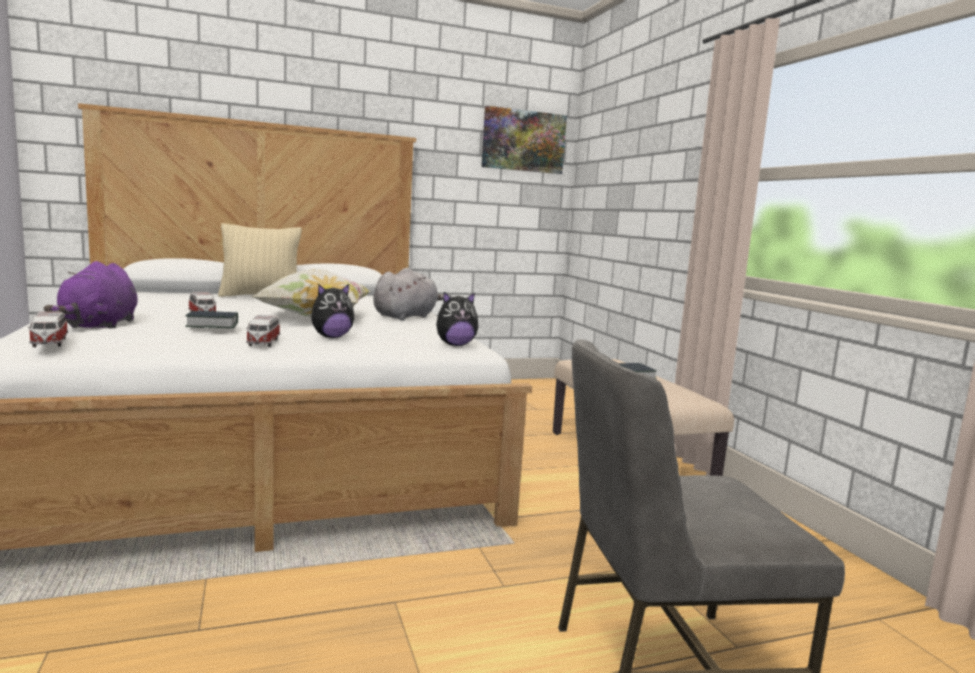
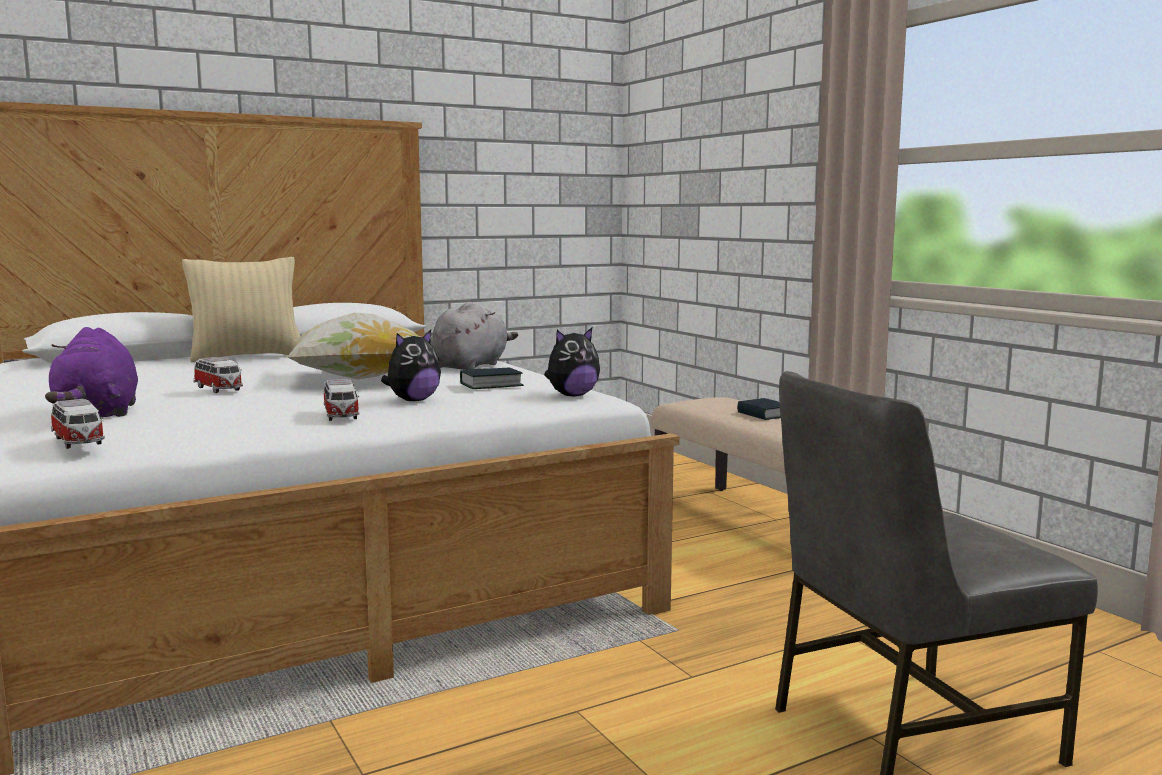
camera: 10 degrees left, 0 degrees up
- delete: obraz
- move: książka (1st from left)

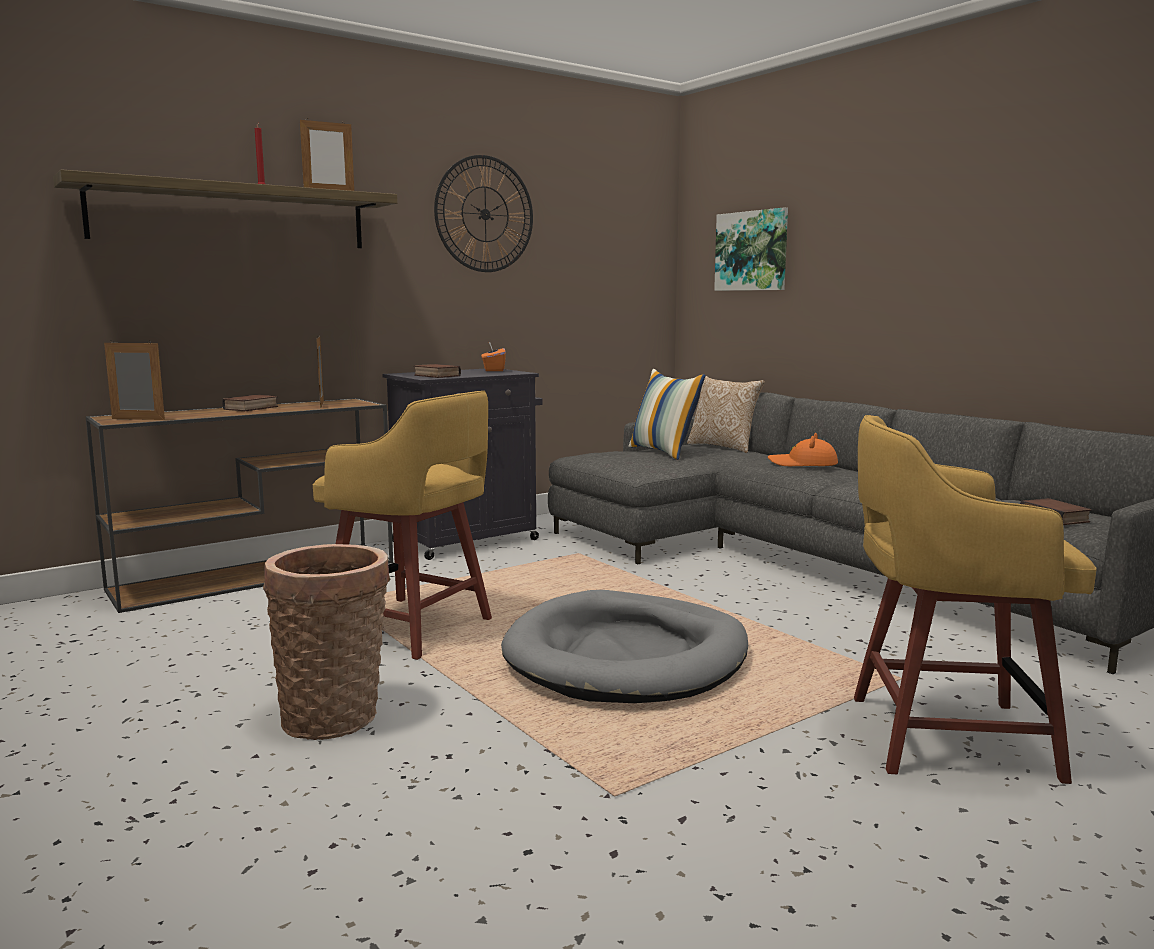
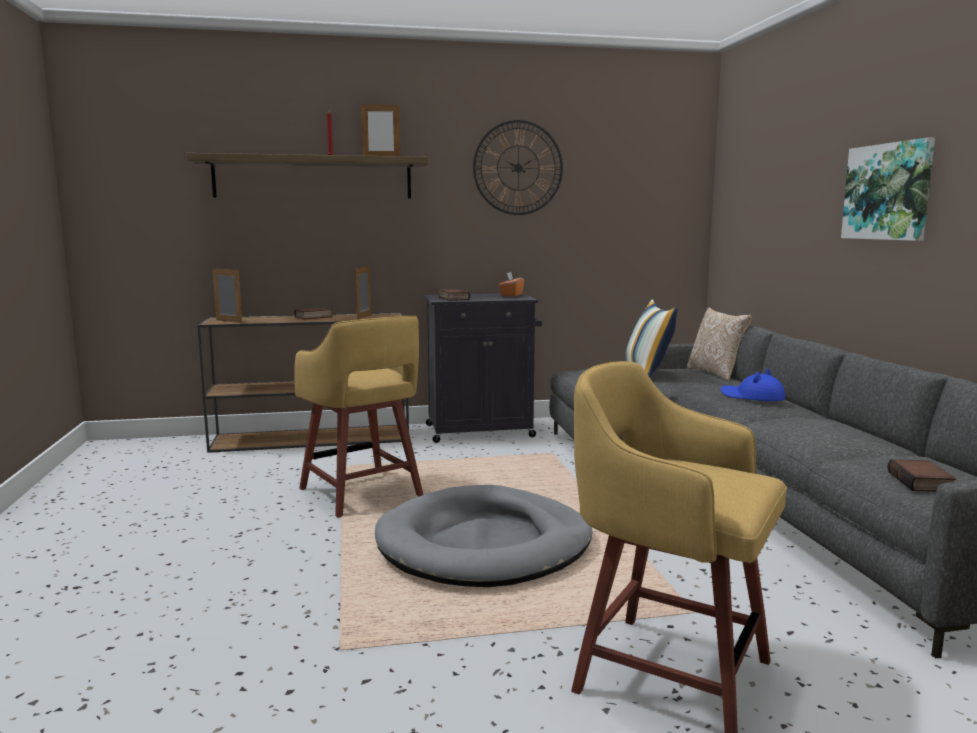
camera: 25 degrees right, 0 degrees up
- move: obraz
- recolor: kapelusz (pomarańczowy) to kapelusz (niebieski)
- delete: koszyk

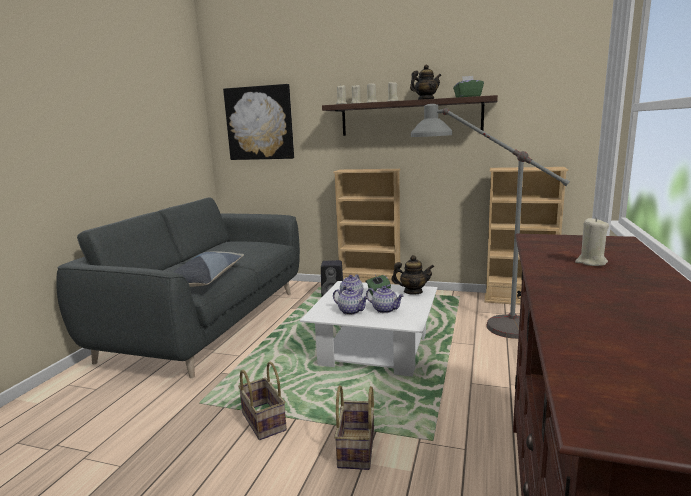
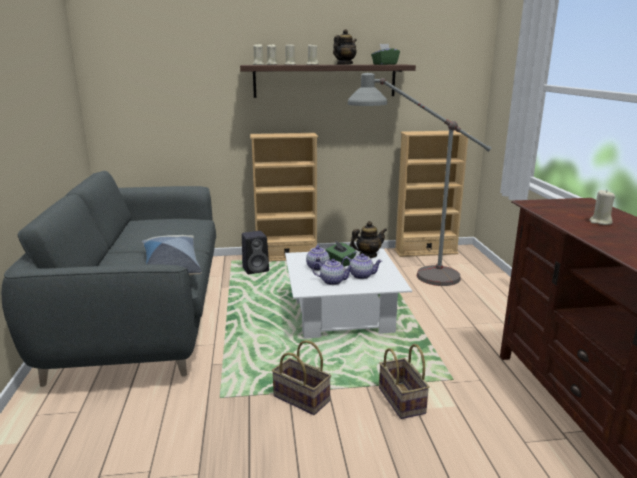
camera: 25 degrees left, 5 degrees up
- delete: obraz

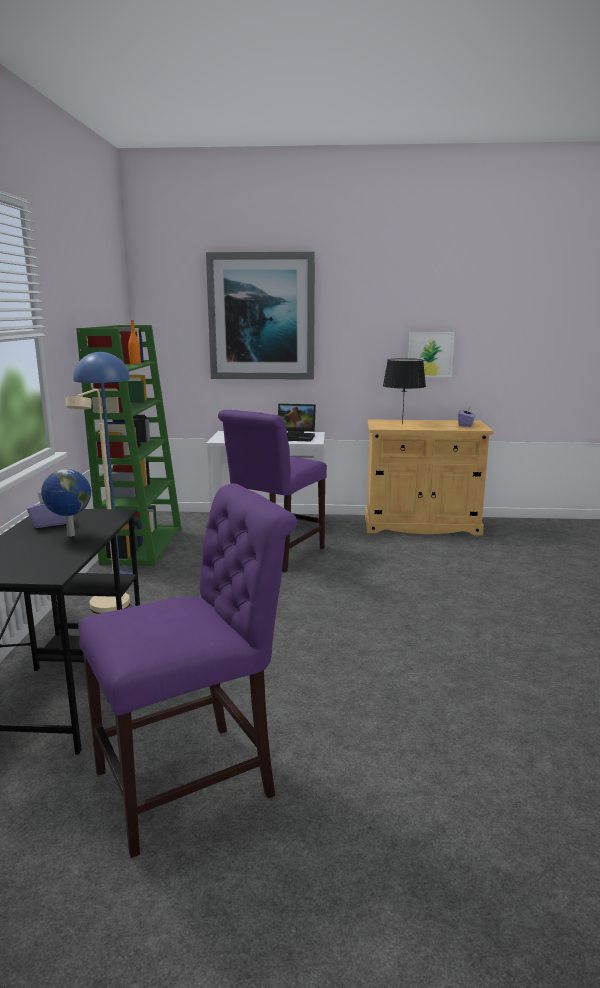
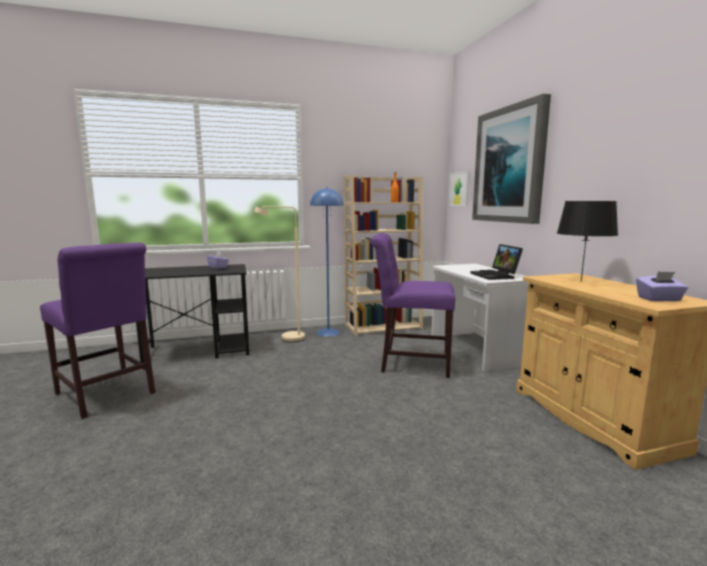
camera: 70 degrees right, 5 degrees down
- recolor: regał (zielony) to regał (beżowy)
- move: obraz (2nd from left in the first image) to obraz (1st from left)
- delete: globus

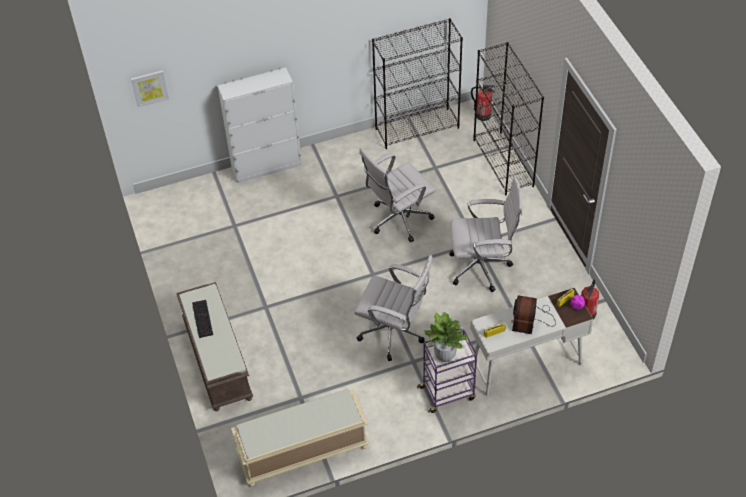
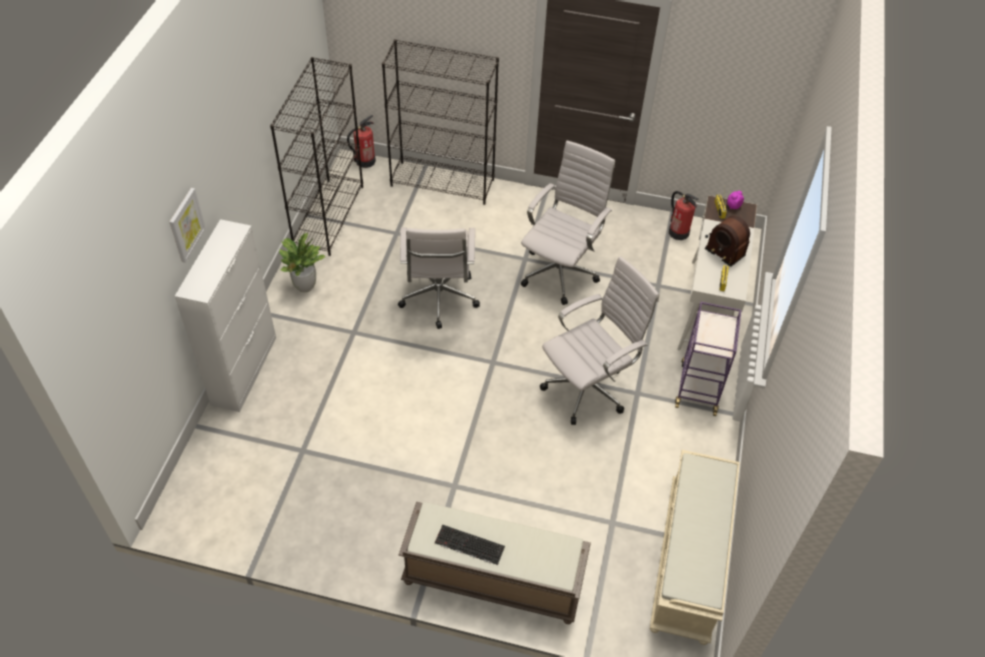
camera: 60 degrees left, 0 degrees up
- move: obraz
- move: roślina doniczkowa

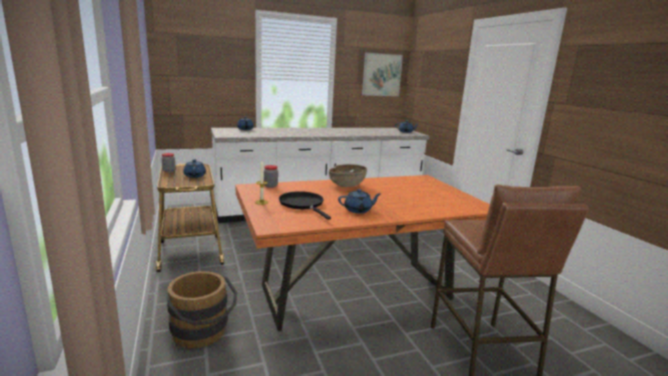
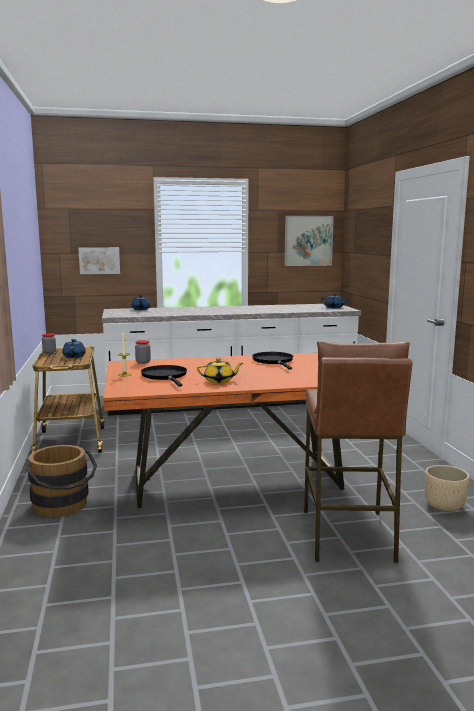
camera: 10 degrees right, 5 degrees down
- delete: miska (brązowy)
- recolor: imbryk (niebieski) (3rd from left) to imbryk (żółty)
- insert: obraz (1st from left)
- insert: patelnia (czarny) (2nd from left)
- insert: donica (beżowy)

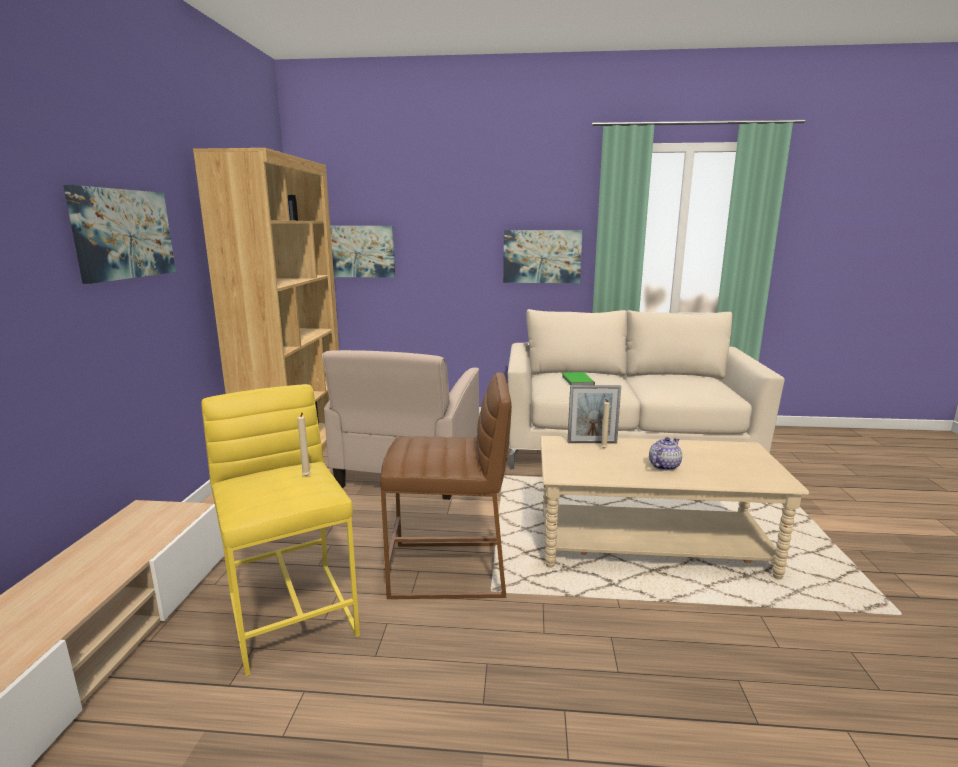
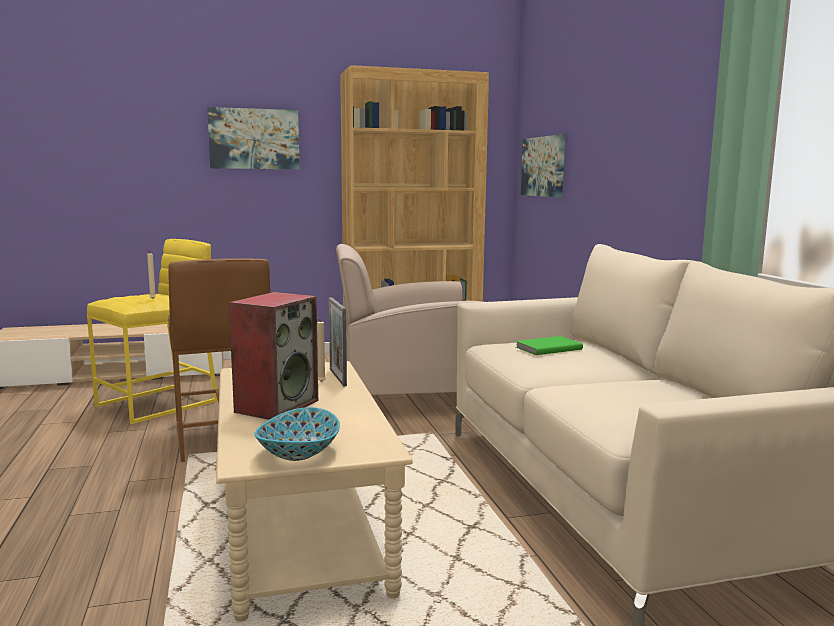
camera: 70 degrees right, 5 degrees down
- delete: obraz (3rd from left)
- replace: imbryk to głośnik
- insert: miska

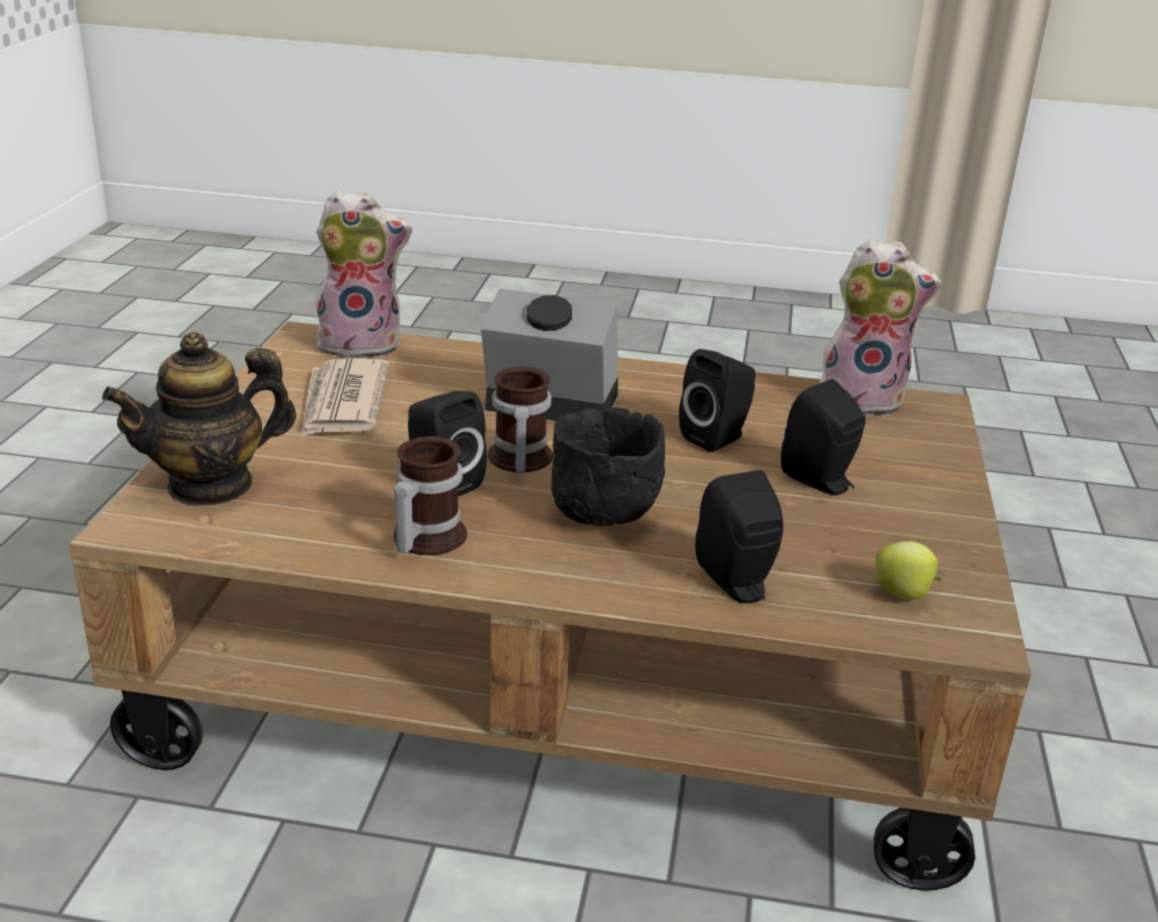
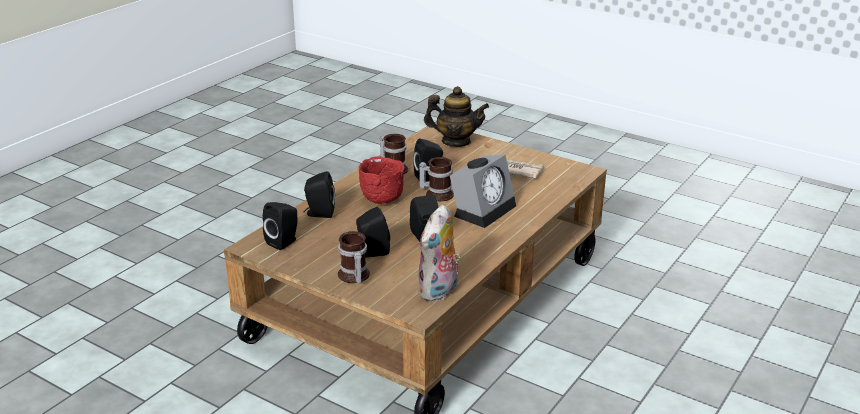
camera: 115 degrees right, 0 degrees up
- delete: pluszak (1st from left)
- rotate: imbryk 105 degrees clockwise
- recolor: miska (czarny) to miska (czerwony)
- replace: jabłko to głośnik (czarny) (1st from left)
- insert: kubek (1st from left)

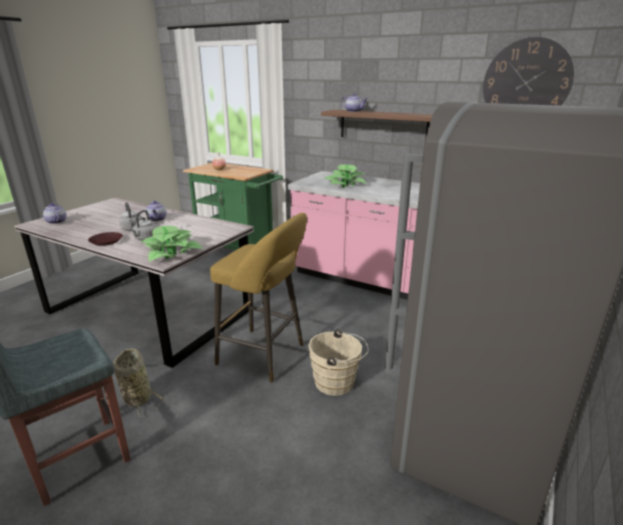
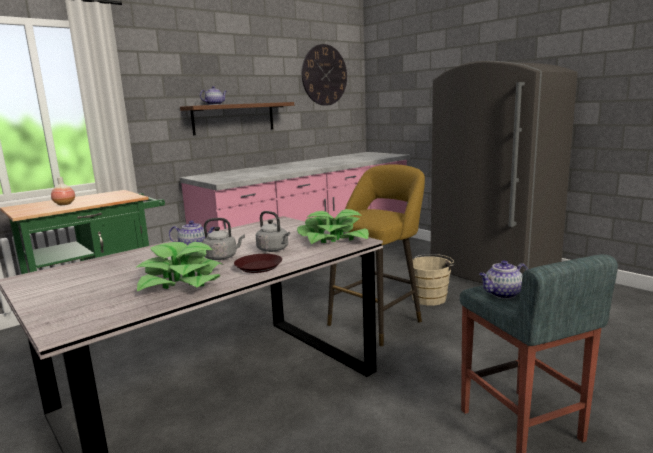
camera: 70 degrees left, 10 degrees down
- move: roślina doniczkowa (2nd from left in the first image) to roślina doniczkowa (1st from left)
- move: imbryk (1st from left in the first image) to imbryk (3rd from left)
- delete: koszyk

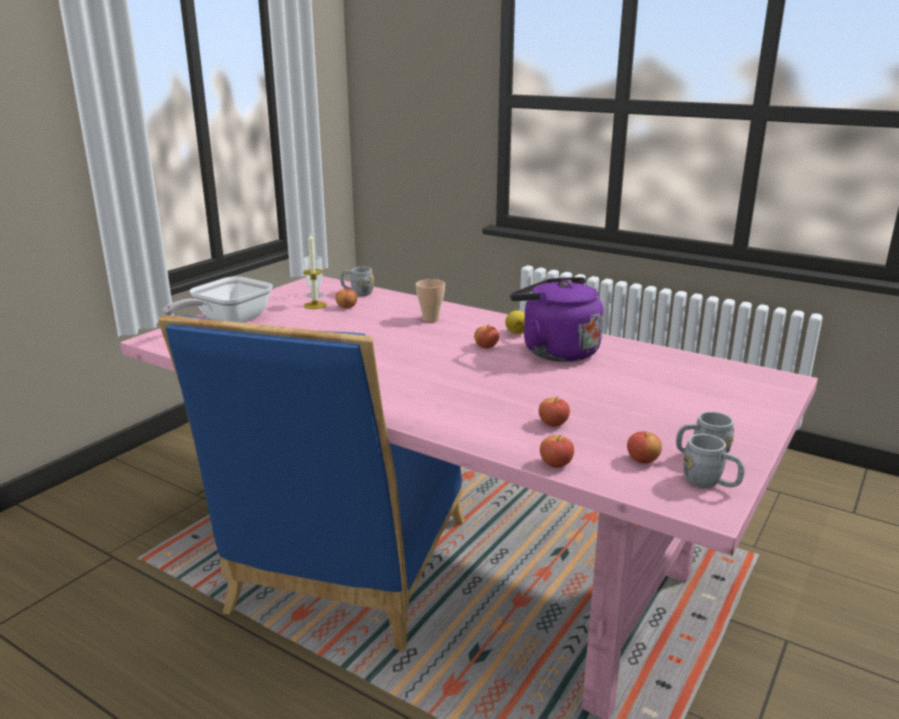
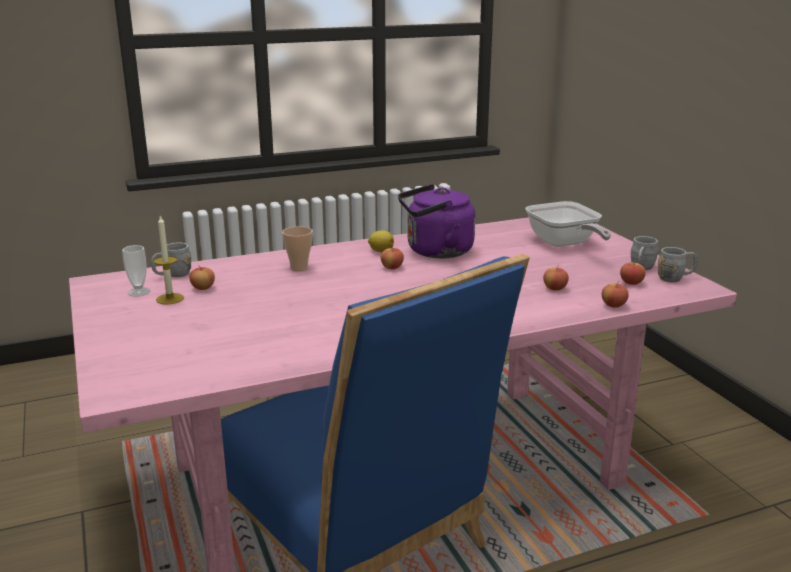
camera: 55 degrees left, 0 degrees up
- move: patelnia

